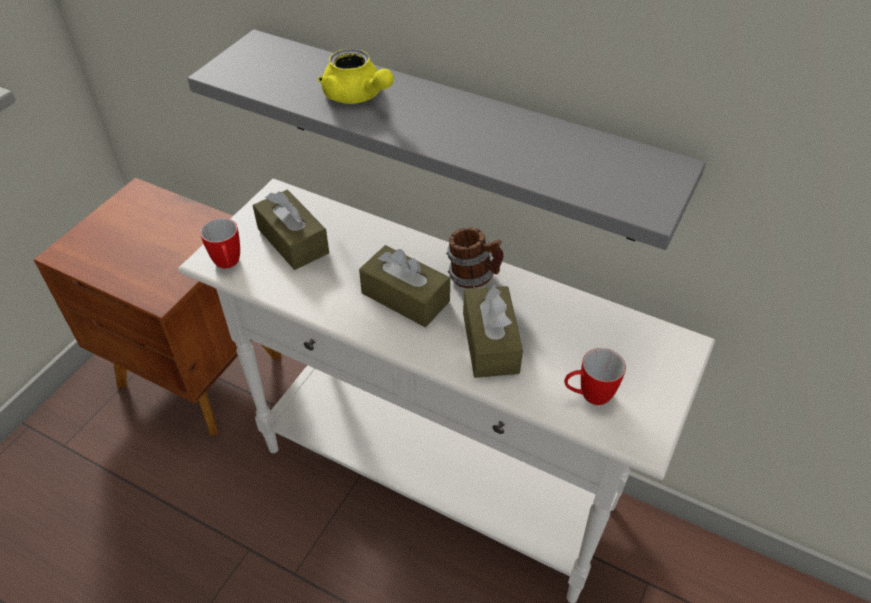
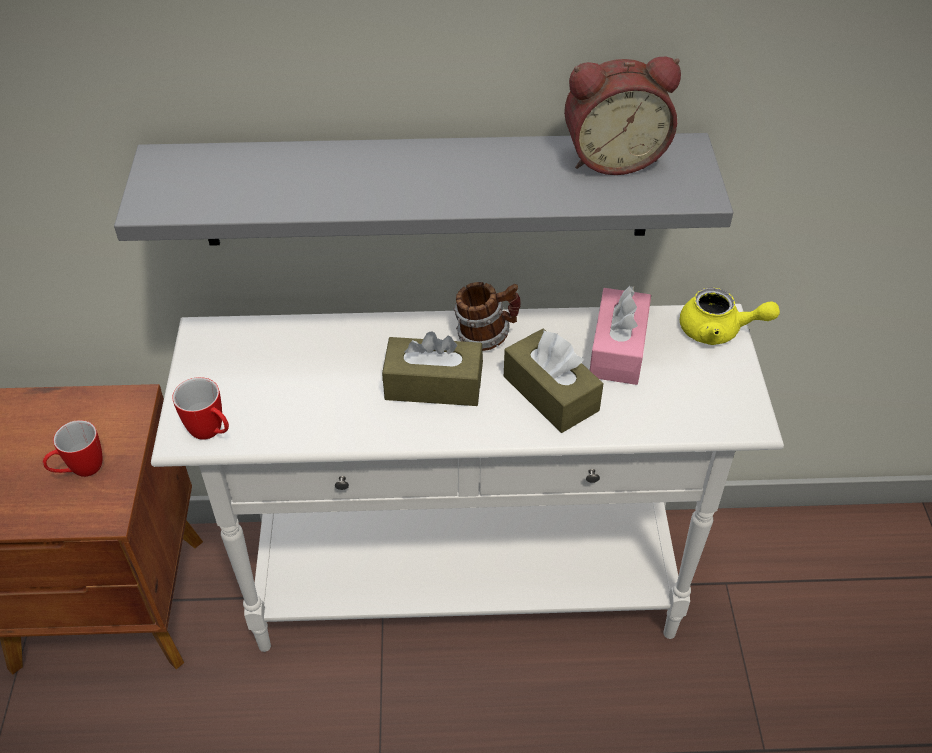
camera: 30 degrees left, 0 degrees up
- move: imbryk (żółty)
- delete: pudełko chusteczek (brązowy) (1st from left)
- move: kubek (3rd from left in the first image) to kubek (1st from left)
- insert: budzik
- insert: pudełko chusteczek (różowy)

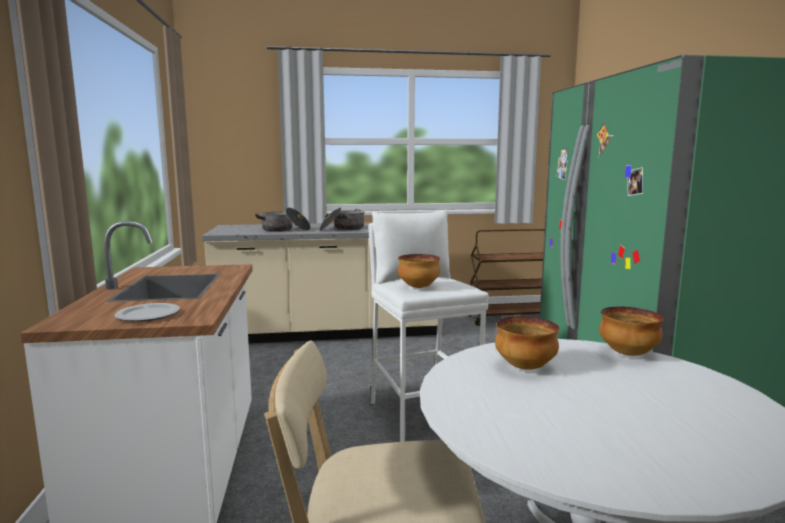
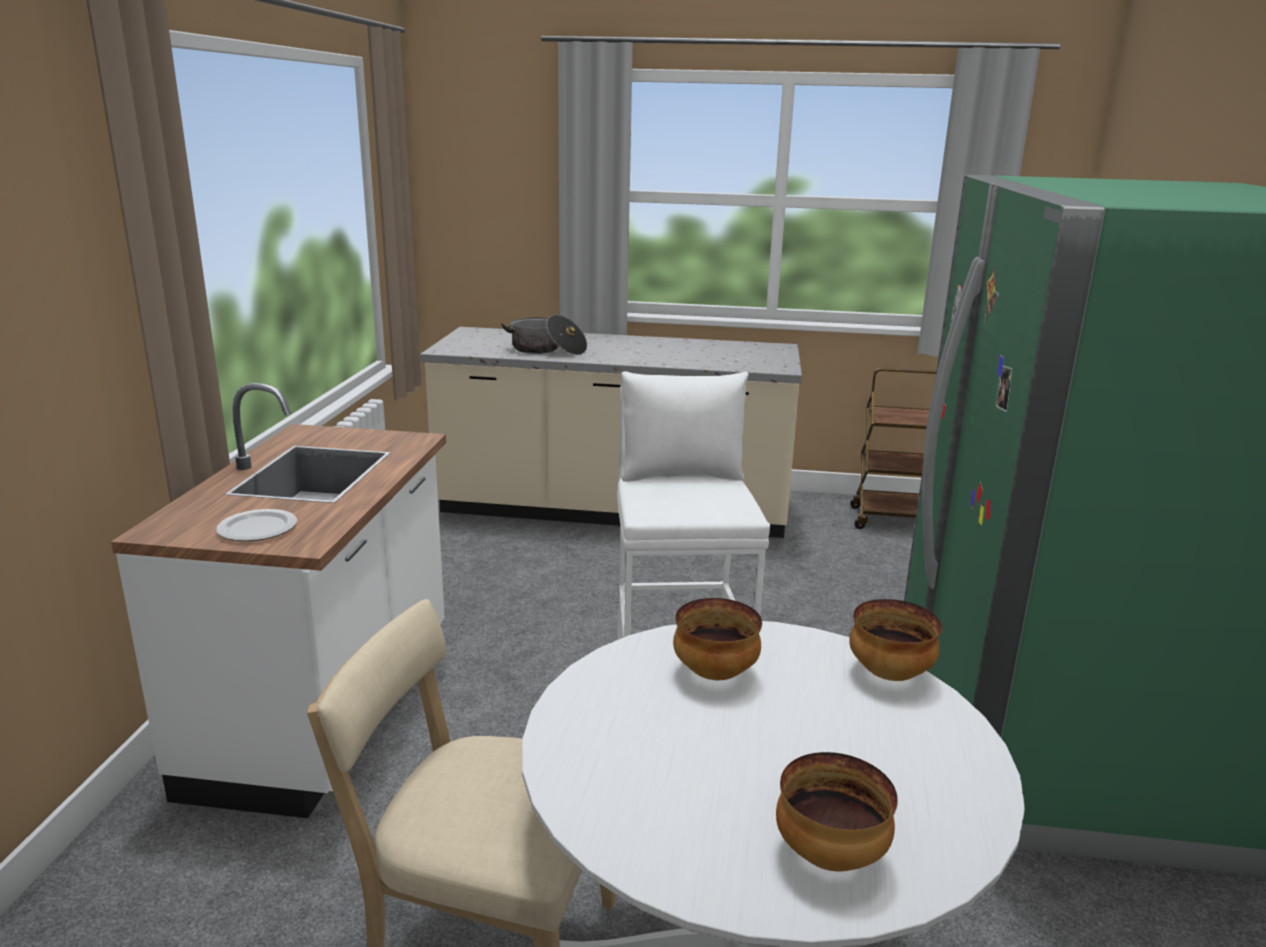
camera: 15 degrees right, 10 degrees up
- delete: garnek (2nd from left)
- move: miska (1st from left in the first image) to miska (2nd from left)

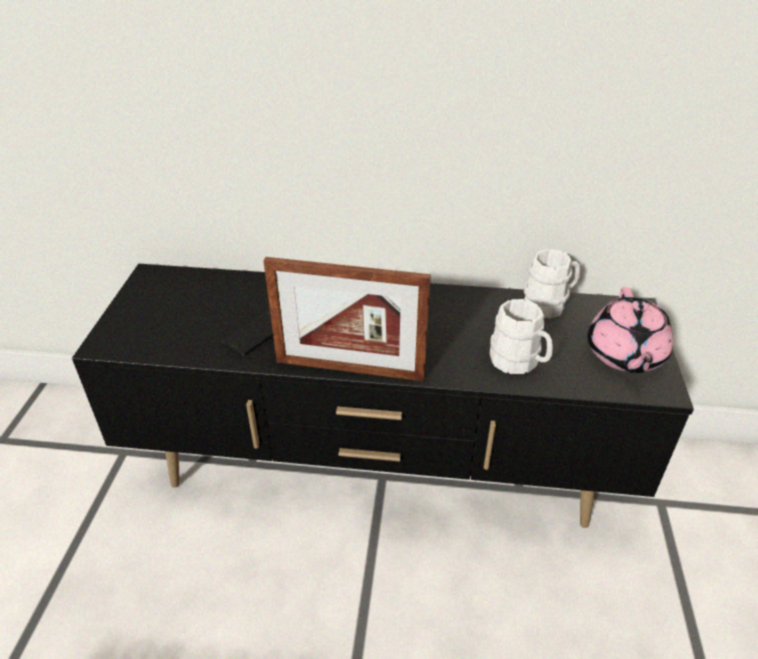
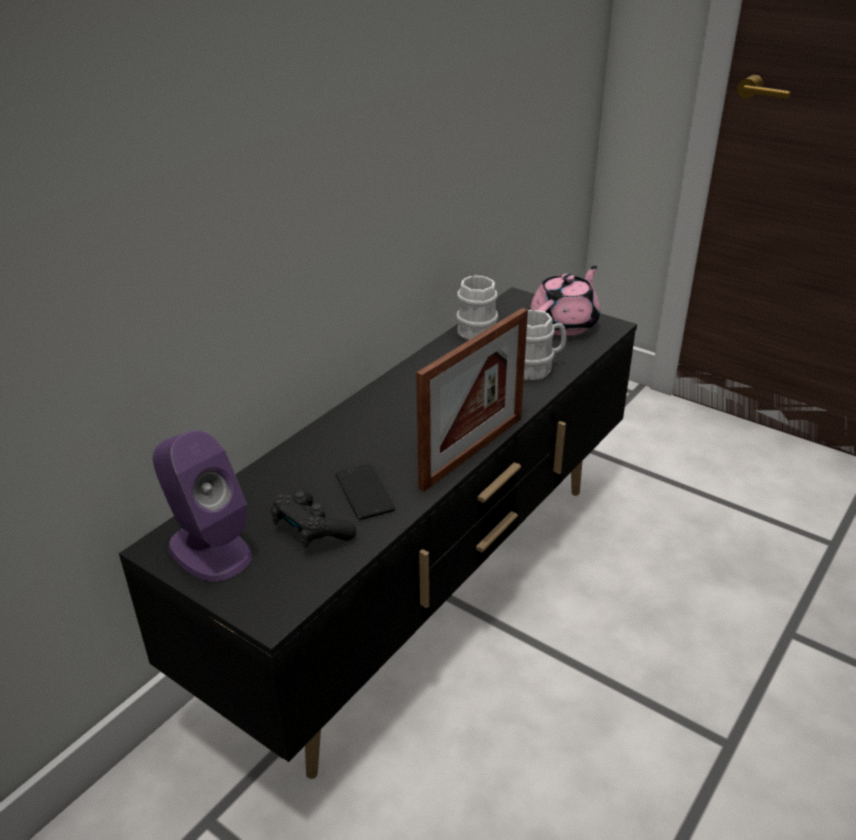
camera: 60 degrees left, 5 degrees down
- rotate: imbryk (różowy) 90 degrees counterclockwise
- insert: głośnik (fioletowy)
- insert: pad do gier (czarny)

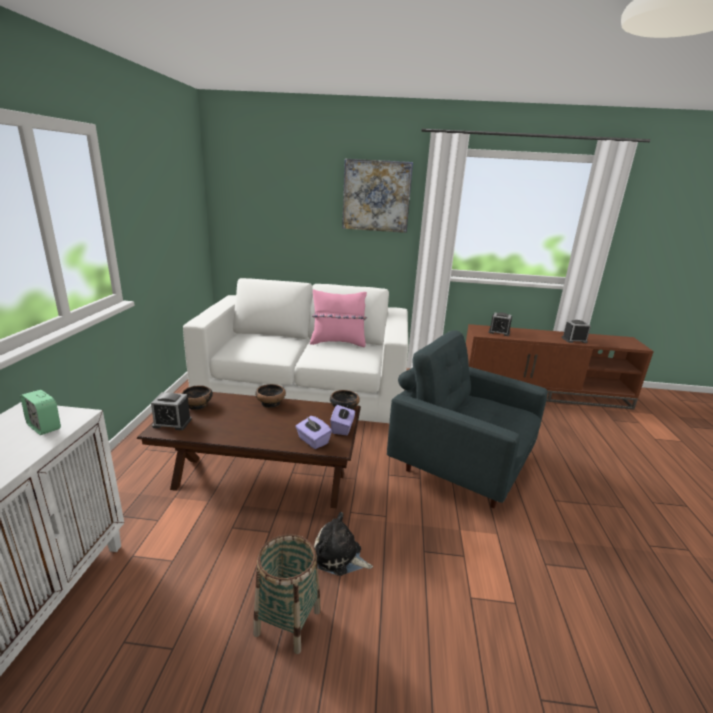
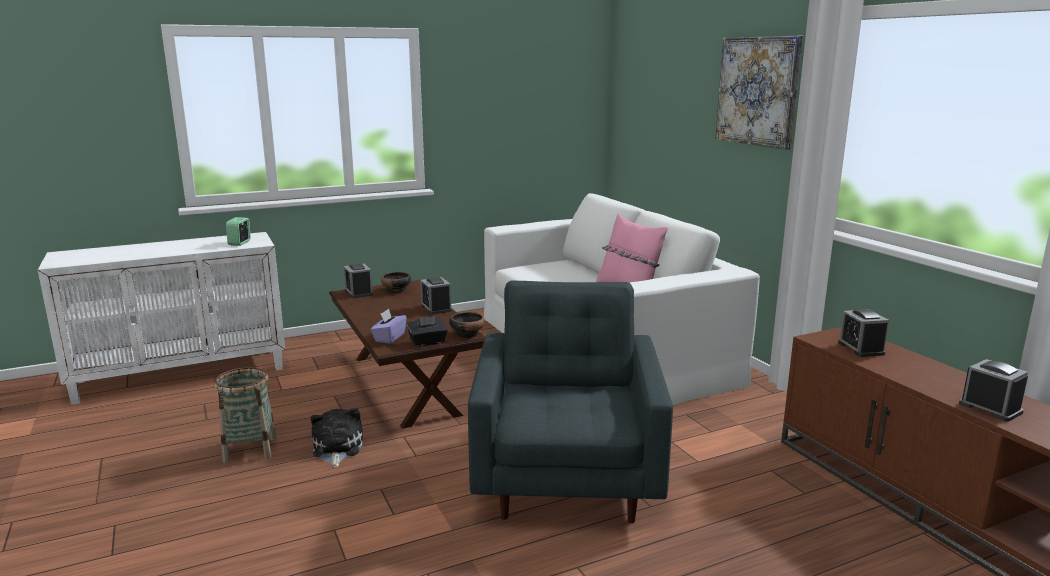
camera: 60 degrees right, 5 degrees down
- replace: miska (2nd from left) to budzik (3rd from left)
- recolor: pudełko chusteczek (fioletowy) (2nd from left) to pudełko chusteczek (czarny)

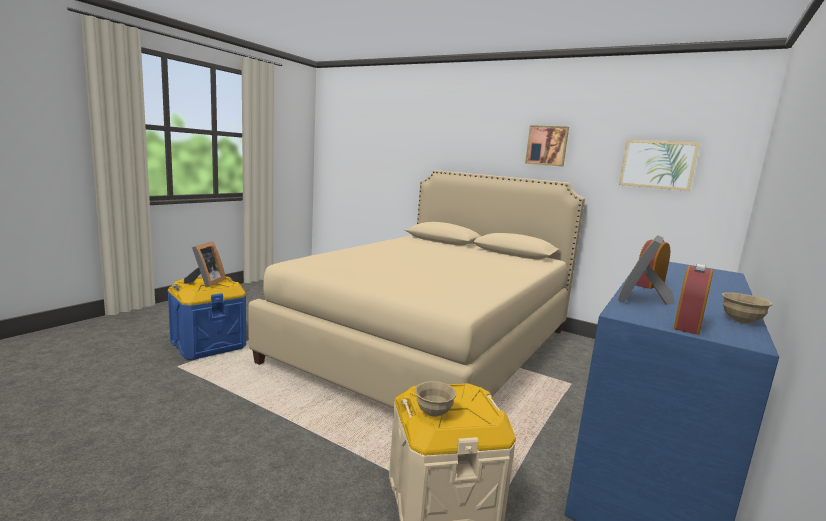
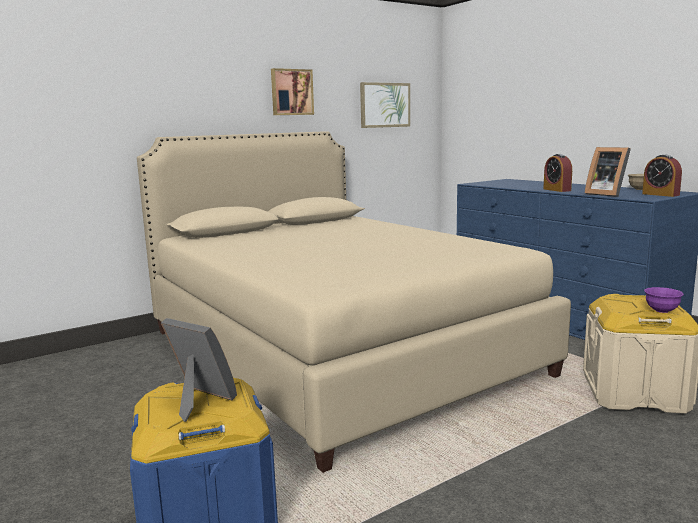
camera: 65 degrees left, 0 degrees up
- recolor: miska (beżowy) (1st from left) to miska (fioletowy)

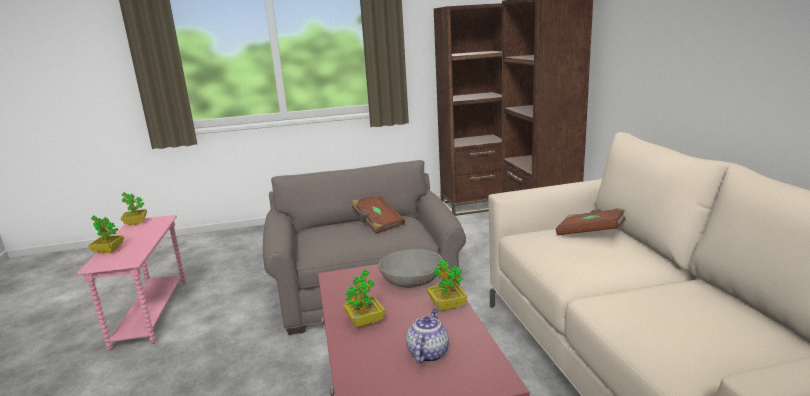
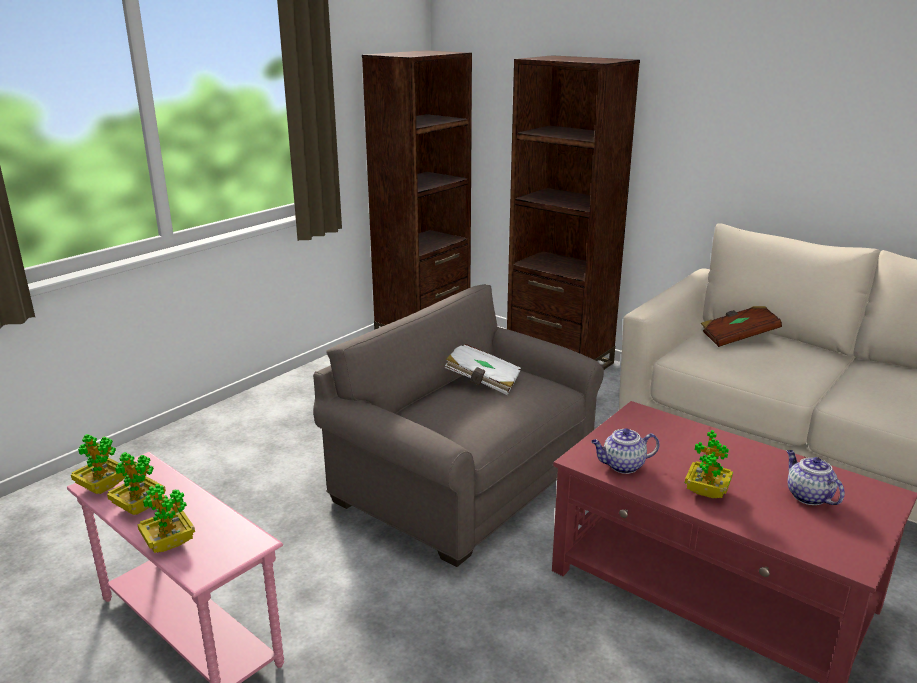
camera: 40 degrees left, 5 degrees up
- recolor: książka (brązowy) (1st from left) to książka (biały)
- delete: miska (szary)
- move: roślina doniczkowa (4th from left in the first image) to roślina doniczkowa (2nd from left)
- insert: imbryk (1st from left)

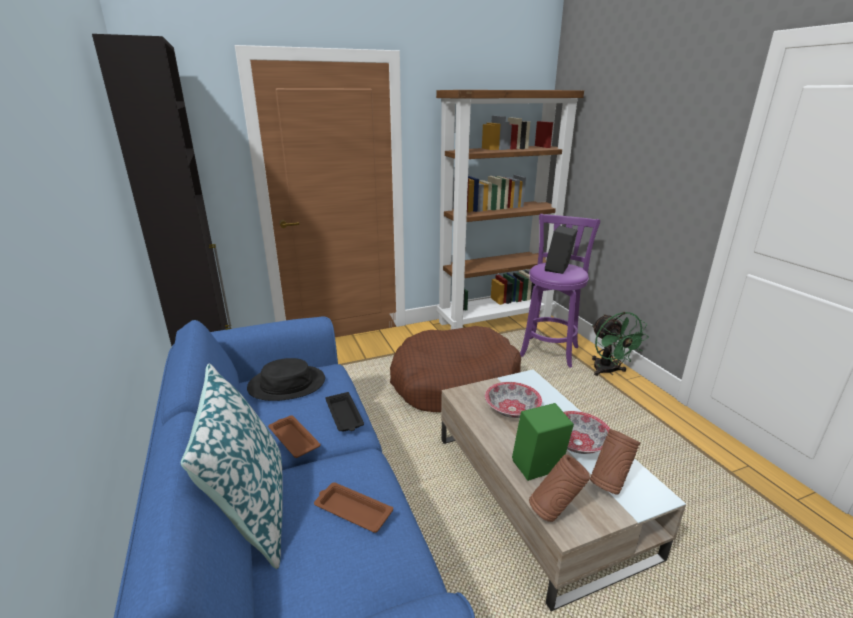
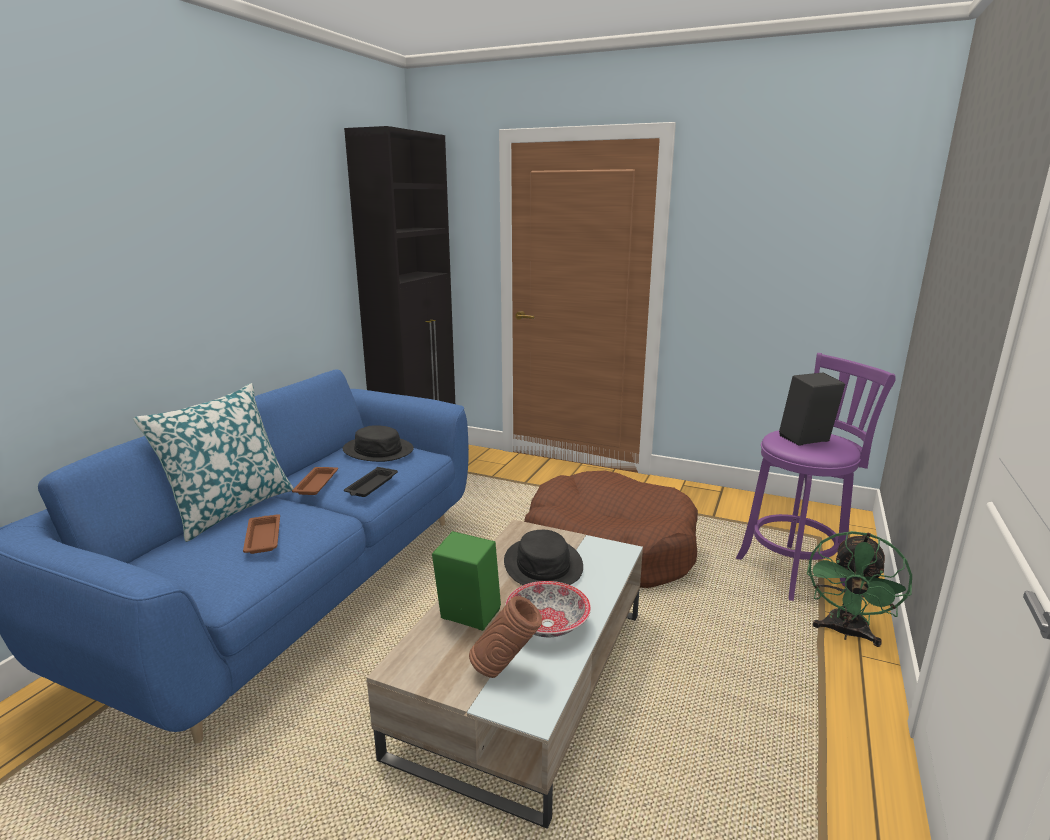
camera: 45 degrees right, 5 degrees down
- delete: regał (brązowy)
- replace: miska (1st from left) to kapelusz (czarny) (2nd from left)
- delete: wazon (brązowy) (1st from left)

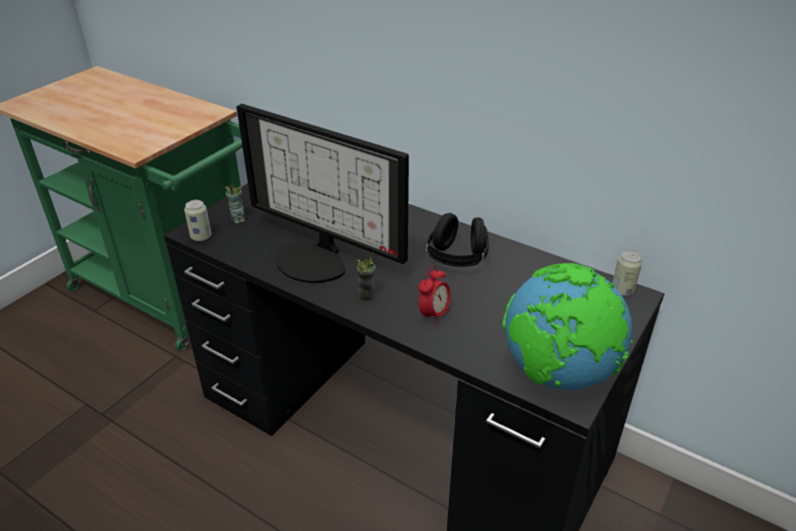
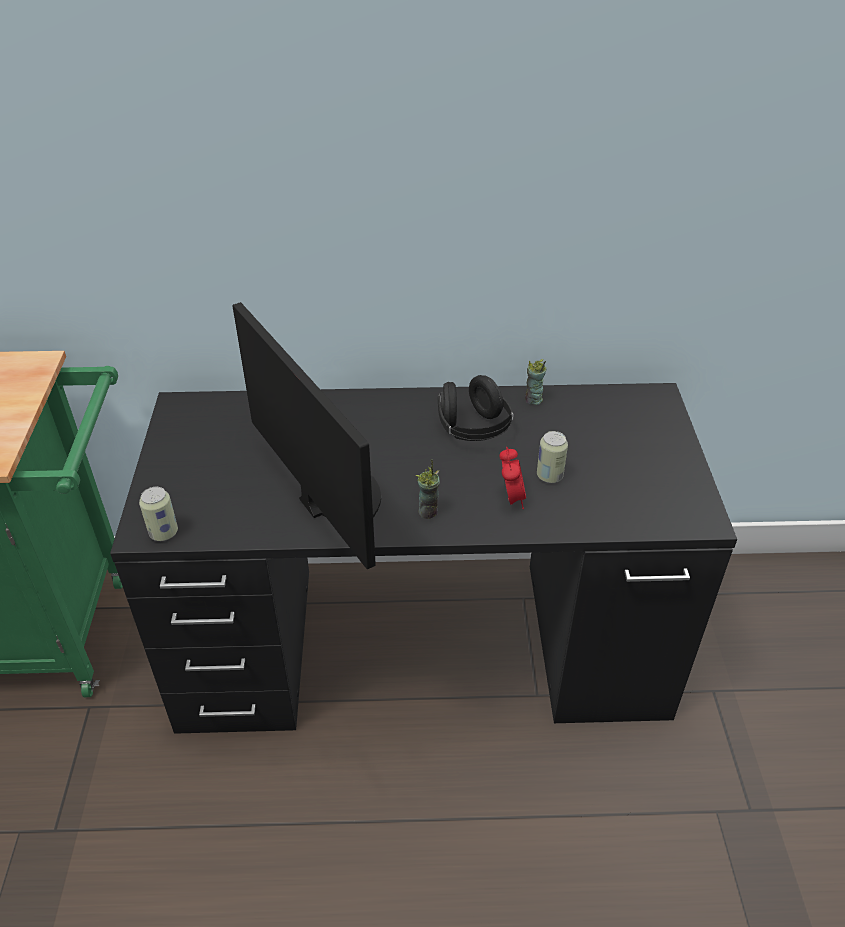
camera: 35 degrees left, 5 degrees up
- rotate: monitor 120 degrees counterclockwise
- move: filiżanka (1st from left in the first image) to filiżanka (2nd from left)
- move: puszka (2nd from left)
- delete: globus

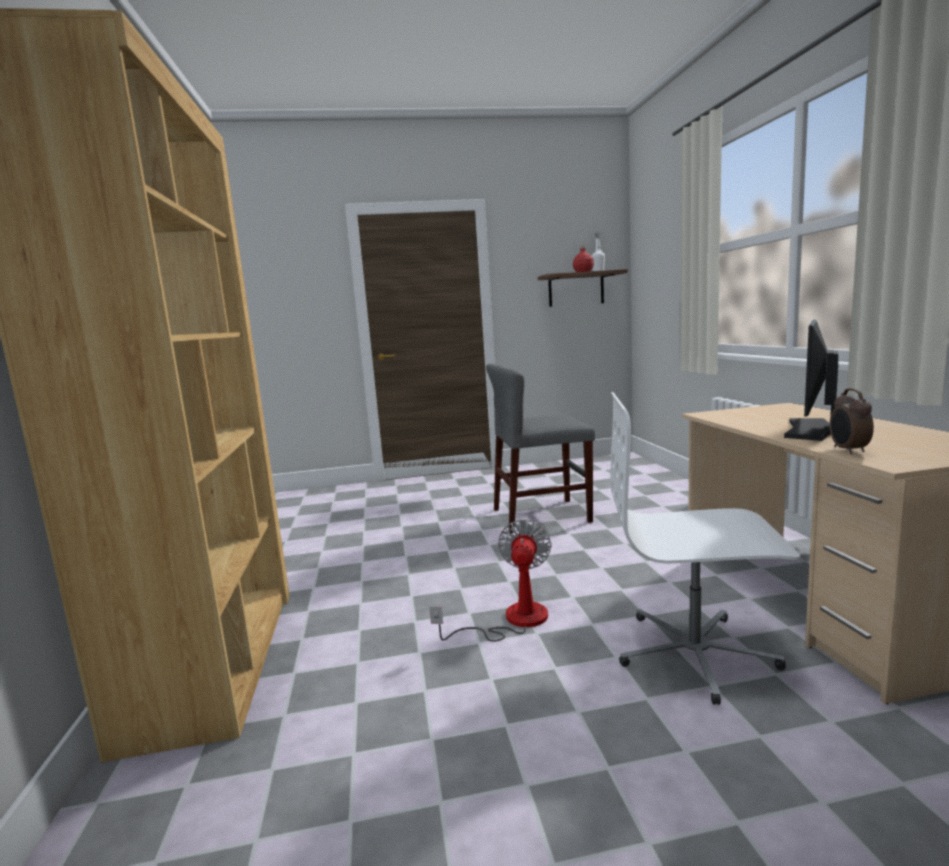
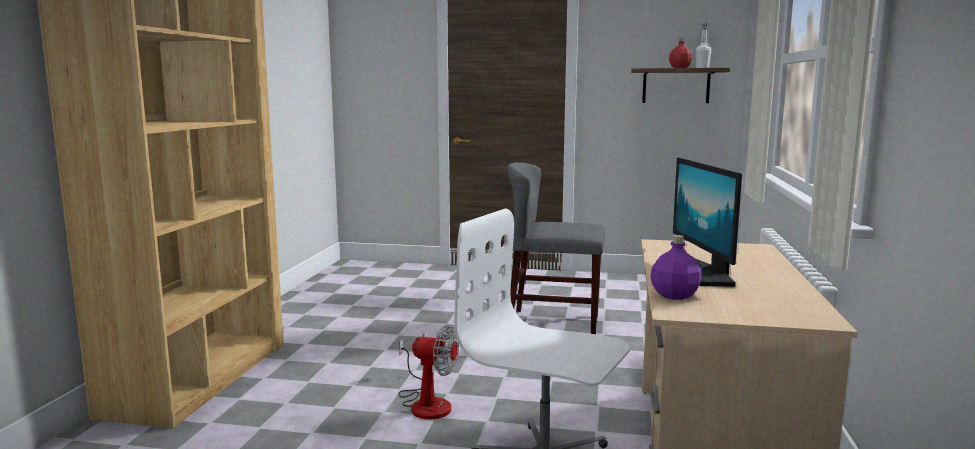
camera: 20 degrees right, 0 degrees up
- rotate: monitor 60 degrees counterclockwise
- replace: budzik to butelka (fioletowy)
- rotate: wentylator 75 degrees clockwise

